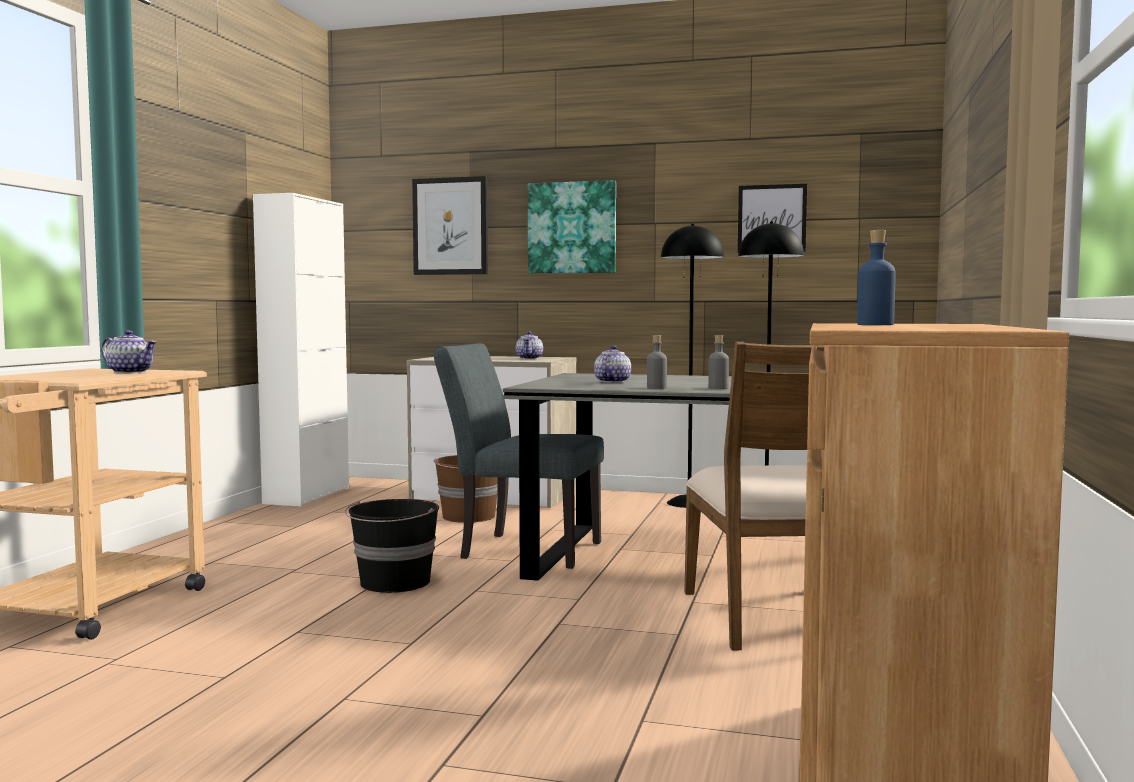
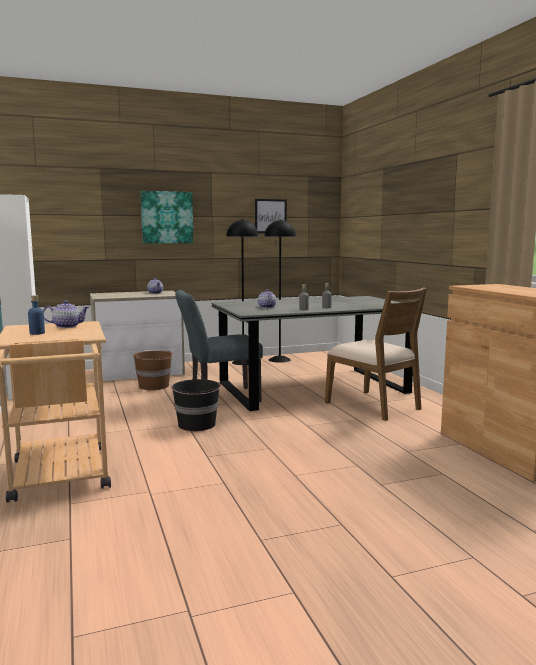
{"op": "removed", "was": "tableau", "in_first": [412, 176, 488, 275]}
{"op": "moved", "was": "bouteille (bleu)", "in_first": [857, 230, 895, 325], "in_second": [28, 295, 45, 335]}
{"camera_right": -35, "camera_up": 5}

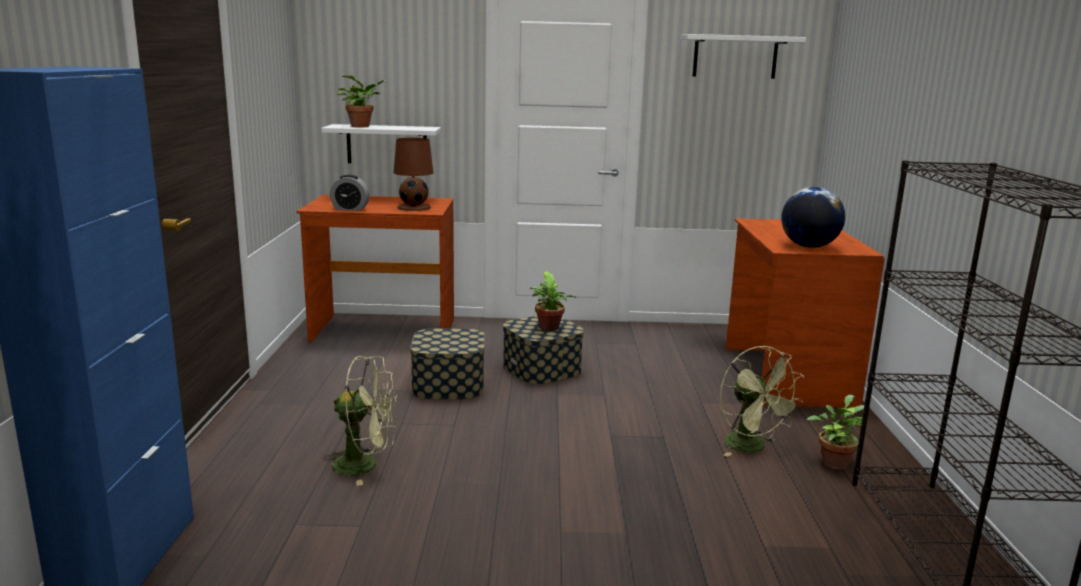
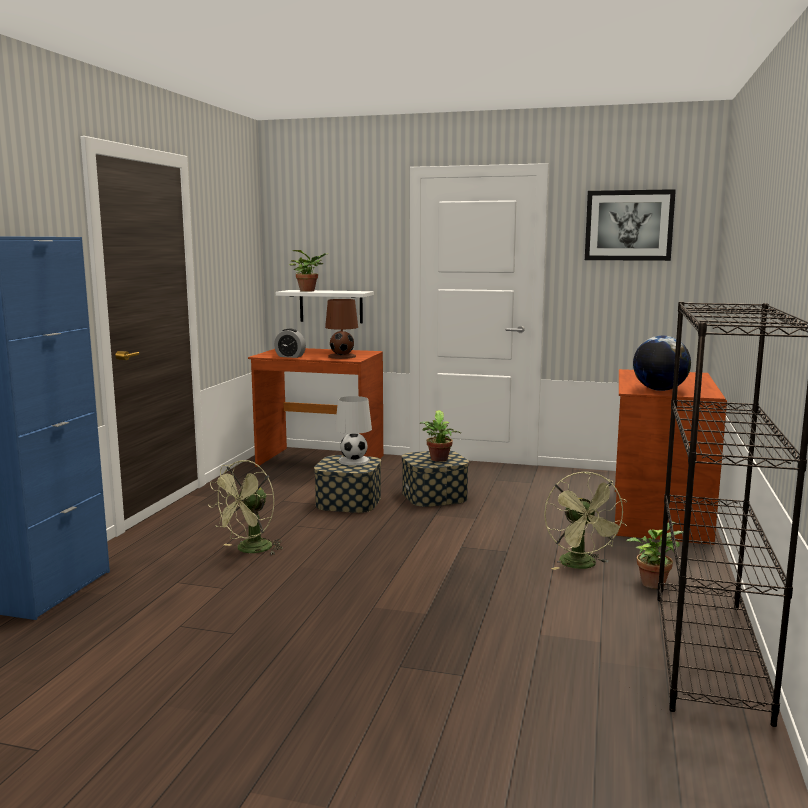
{"op": "added", "now": "lampe de table (blanc)", "in_second": [335, 396, 372, 465]}
{"op": "replaced", "was": "étagère (blanc)", "now": "tableau", "in_first": [681, 34, 806, 79], "in_second": [585, 189, 676, 261]}
{"op": "turned", "was": "ventilateur (vert)", "in_first": [324, 356, 398, 486], "in_second": [208, 460, 283, 555], "clockwise": 105}
{"camera_right": 15, "camera_up": -5}

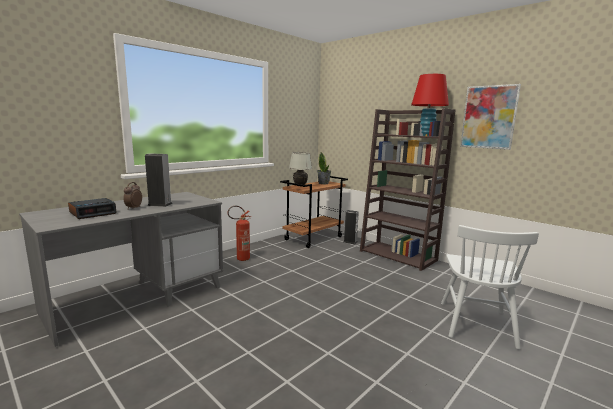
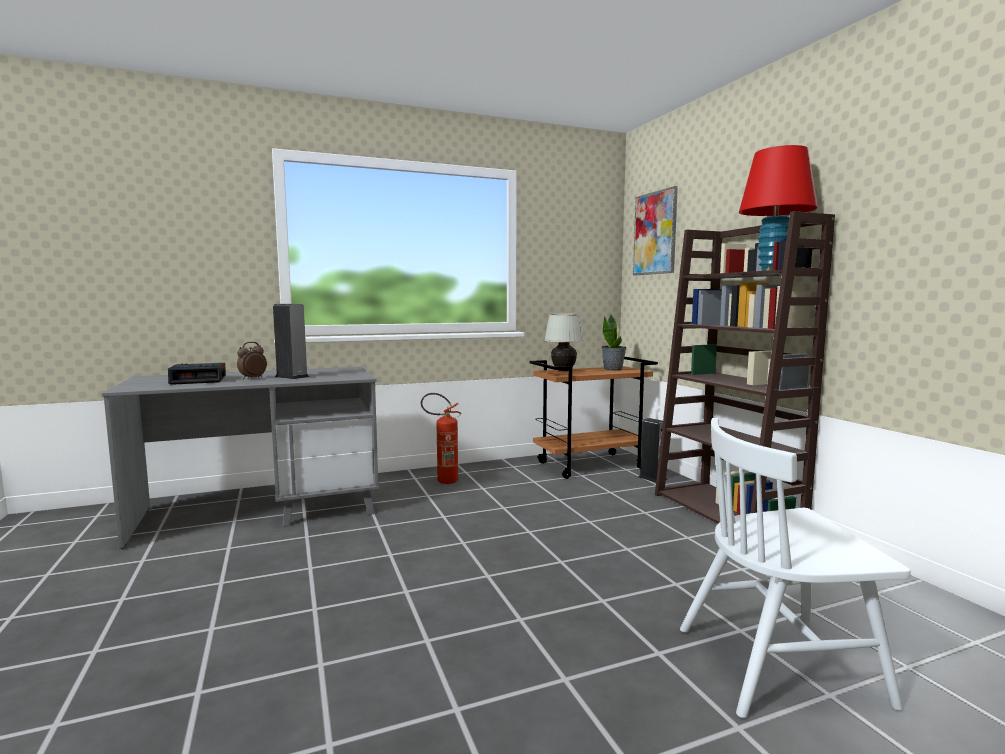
{"op": "moved", "was": "tableau", "in_first": [460, 84, 521, 150], "in_second": [633, 186, 678, 275]}
{"op": "turned", "was": "chaise (blanc)", "in_first": [441, 225, 539, 349], "in_second": [680, 418, 911, 718], "clockwise": 45}
{"camera_right": 25, "camera_up": -5}

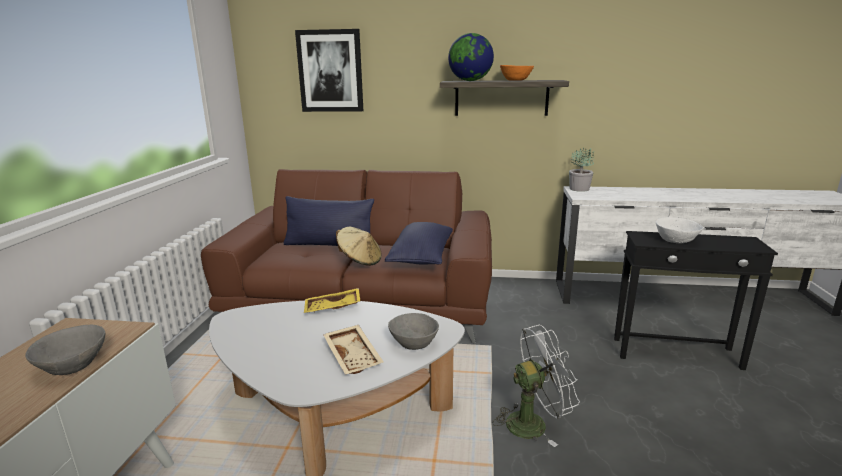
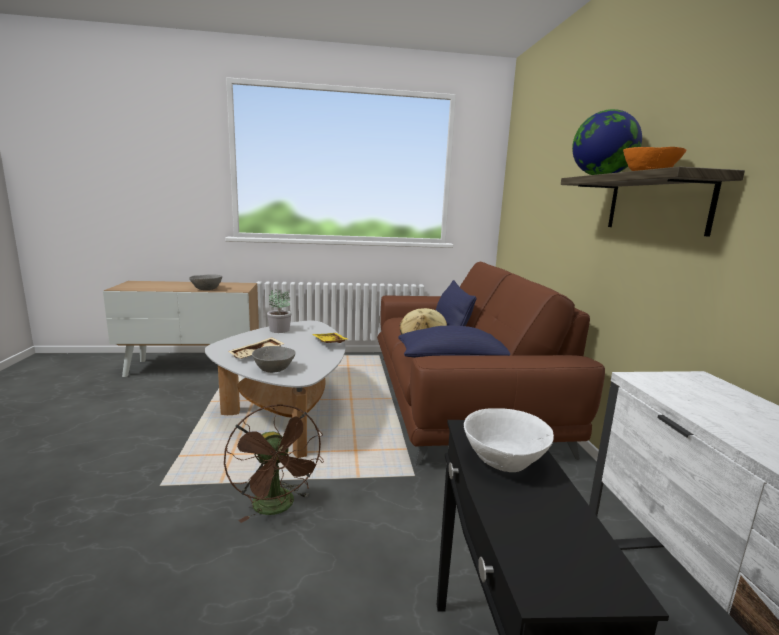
{"op": "removed", "was": "tableau", "in_first": [295, 29, 363, 112]}
{"op": "moved", "was": "plante en pot", "in_first": [569, 148, 595, 192], "in_second": [267, 289, 291, 333]}
{"op": "recoloured", "was": "ventilateur (blanc)", "now": "ventilateur (marron)", "in_first": [492, 325, 580, 447], "in_second": [224, 404, 324, 523]}
{"camera_right": 75, "camera_up": -5}

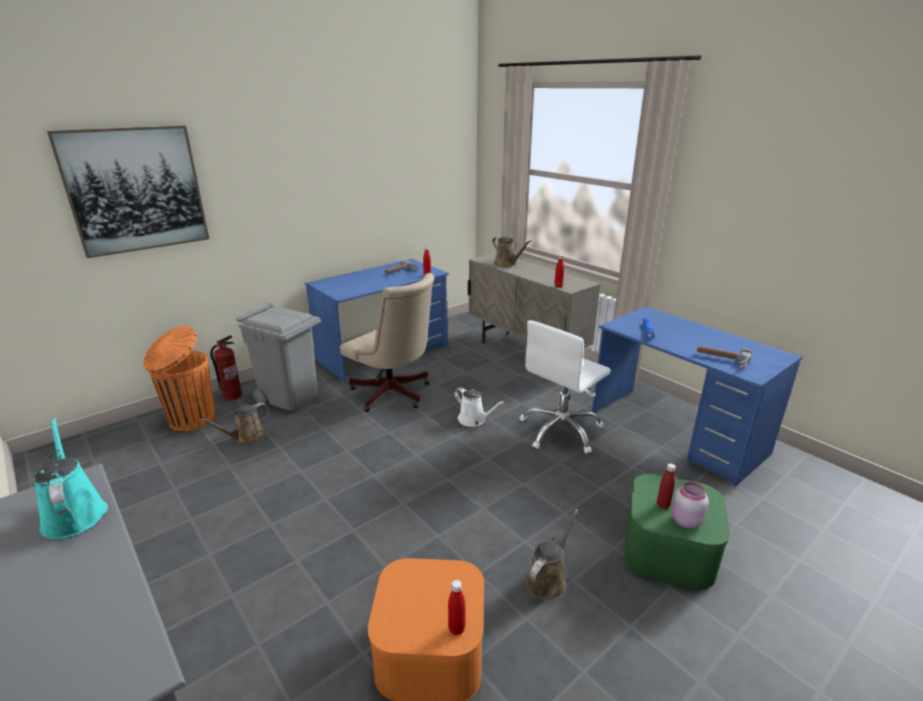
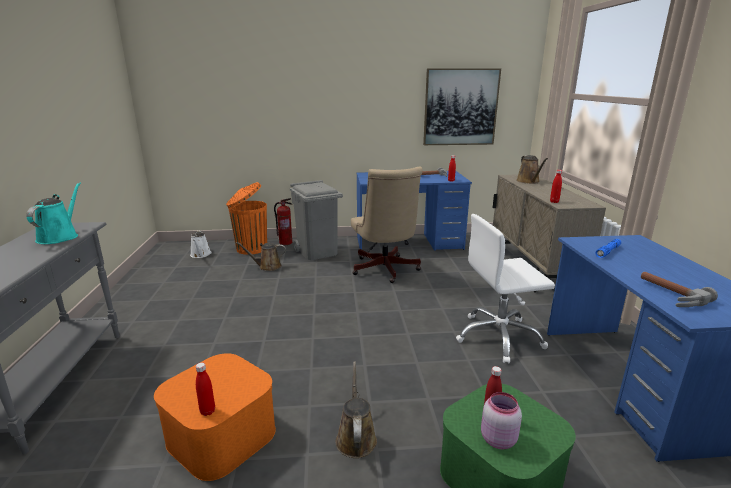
{"op": "moved", "was": "tableau", "in_first": [47, 126, 209, 258], "in_second": [423, 68, 501, 145]}
{"op": "moved", "was": "arrosoir (blanc)", "in_first": [454, 388, 505, 427], "in_second": [190, 230, 212, 258]}
{"op": "turned", "was": "arrosoir (marron)", "in_first": [524, 509, 578, 600], "in_second": [336, 361, 377, 458], "clockwise": -75}
{"camera_right": 35, "camera_up": -5}

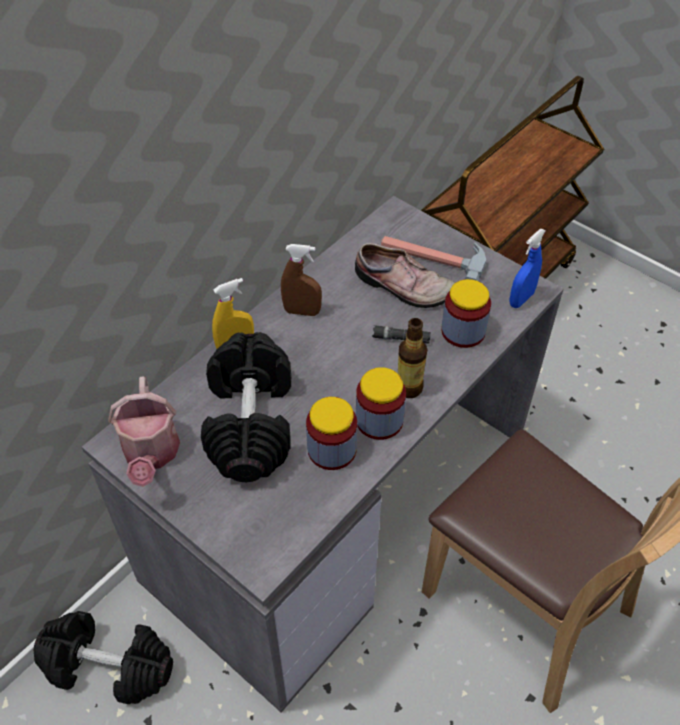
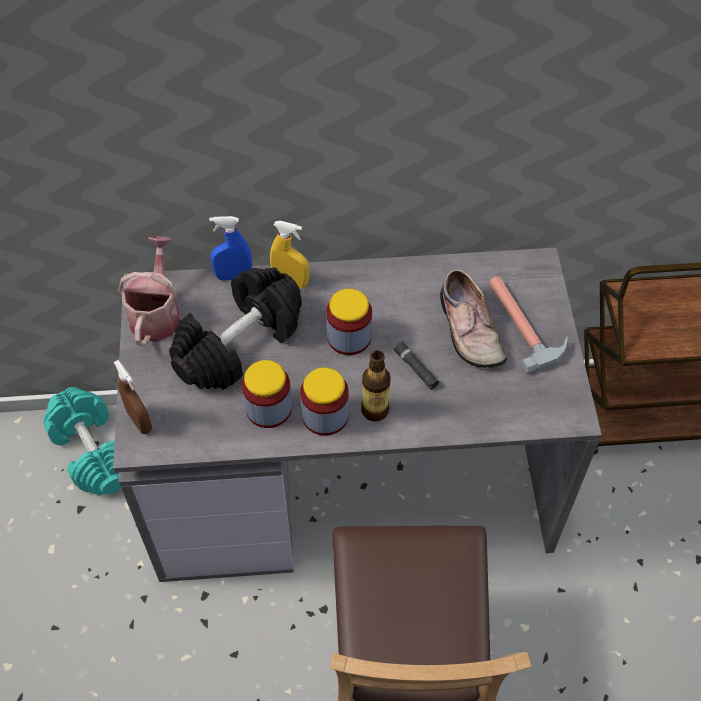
{"op": "moved", "was": "vaporisateur (marron)", "in_first": [281, 244, 322, 316], "in_second": [114, 360, 152, 434]}
{"op": "moved", "was": "bocal", "in_first": [441, 279, 491, 348], "in_second": [326, 289, 372, 355]}
{"op": "moved", "was": "vaporisateur (bleu)", "in_first": [509, 229, 545, 308], "in_second": [209, 216, 252, 281]}
{"op": "recoloured", "was": "haltère (noir)", "now": "haltère (turquoise)", "in_first": [34, 611, 173, 704], "in_second": [43, 387, 121, 495]}
{"op": "turned", "was": "arrosoir", "in_first": [109, 376, 180, 487], "in_second": [118, 236, 180, 347], "clockwise": 150}
{"camera_right": 45, "camera_up": 5}

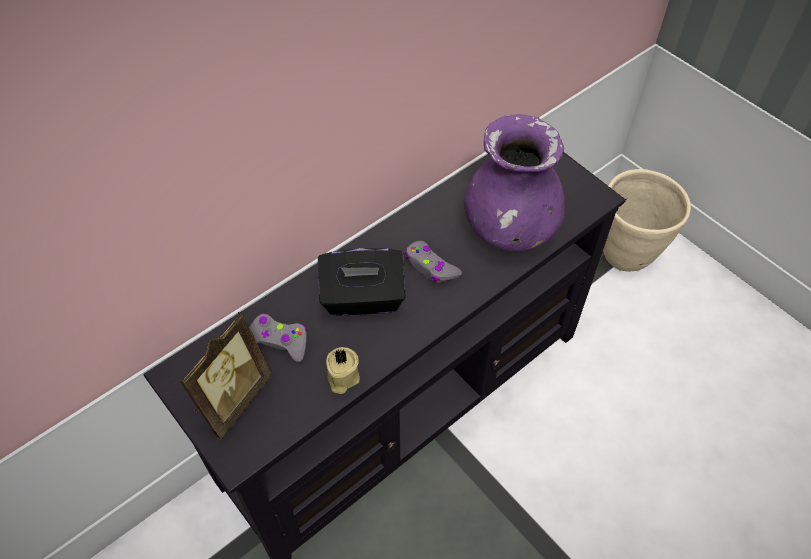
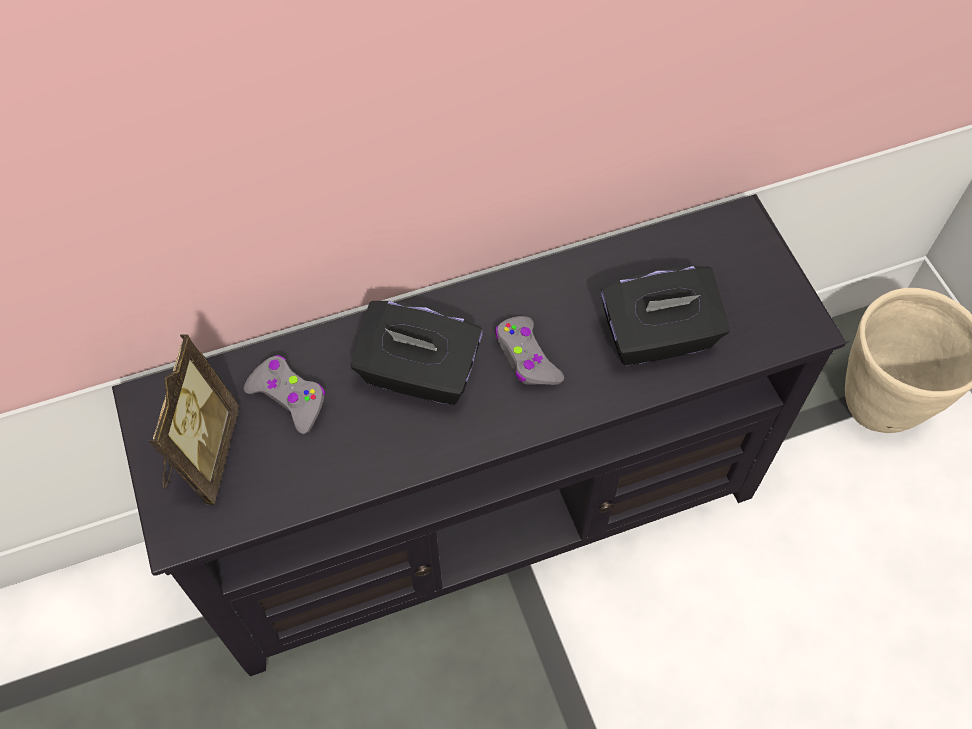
{"op": "removed", "was": "bougie (beige)", "in_first": [326, 347, 360, 394]}
{"op": "replaced", "was": "vase (violet)", "now": "boîte à mouchoirs (noir)", "in_first": [464, 114, 565, 252], "in_second": [601, 266, 730, 366]}
{"op": "turned", "was": "cadre photo", "in_first": [179, 312, 272, 439], "in_second": [149, 334, 239, 505], "clockwise": -45}
{"camera_right": 20, "camera_up": 5}

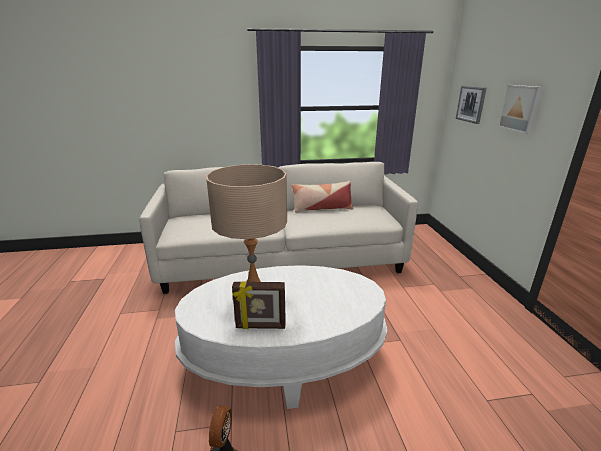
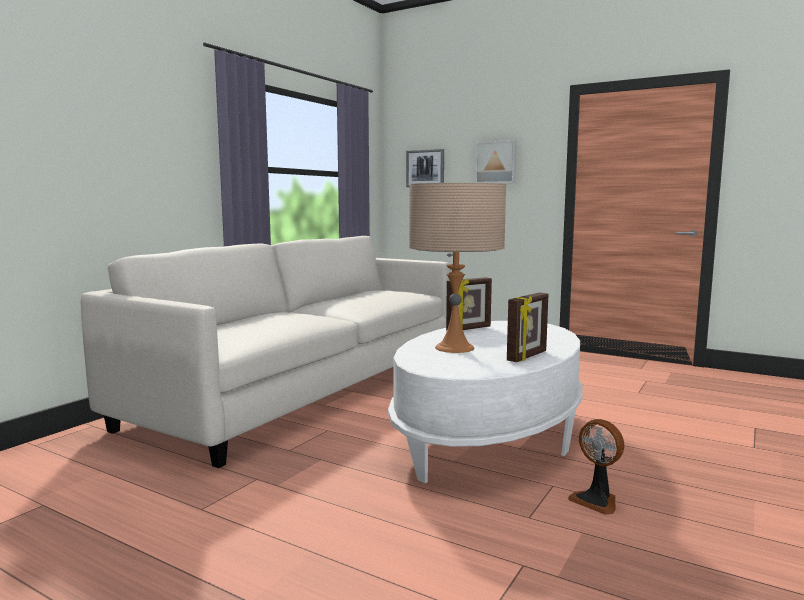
{"op": "removed", "was": "coussin", "in_first": [292, 181, 354, 213]}
{"op": "added", "now": "cadre photo", "in_second": [446, 277, 492, 330]}
{"camera_right": -50, "camera_up": -15}

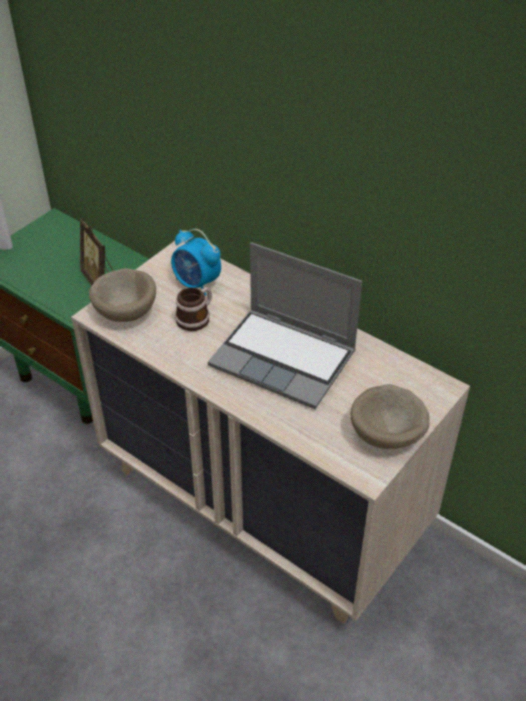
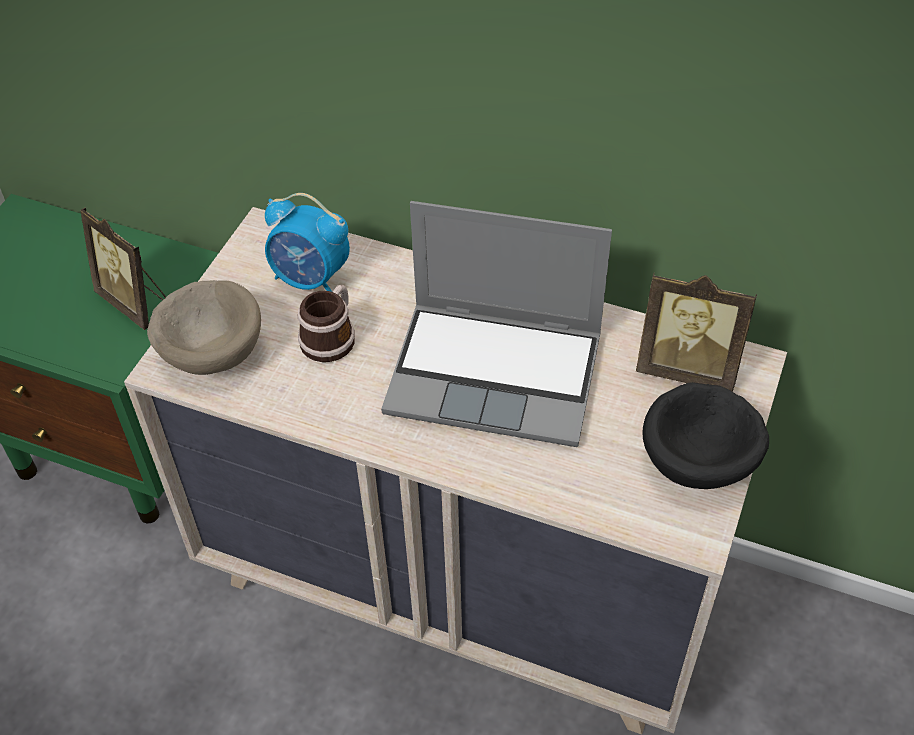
{"op": "added", "now": "cadre photo", "in_second": [636, 274, 757, 392]}
{"op": "recoloured", "was": "bol (beige)", "now": "bol (noir)", "in_first": [351, 384, 429, 449], "in_second": [643, 382, 769, 489]}
{"camera_right": -15, "camera_up": 5}

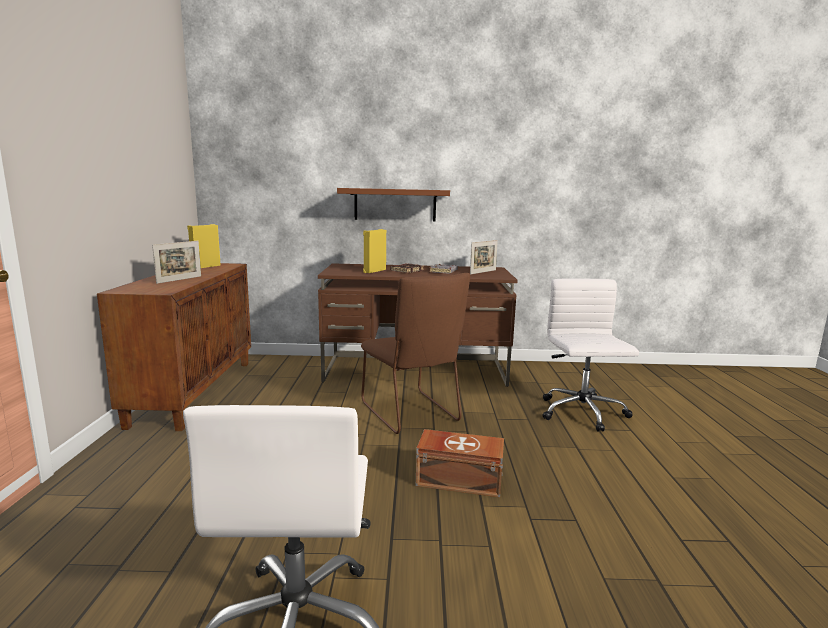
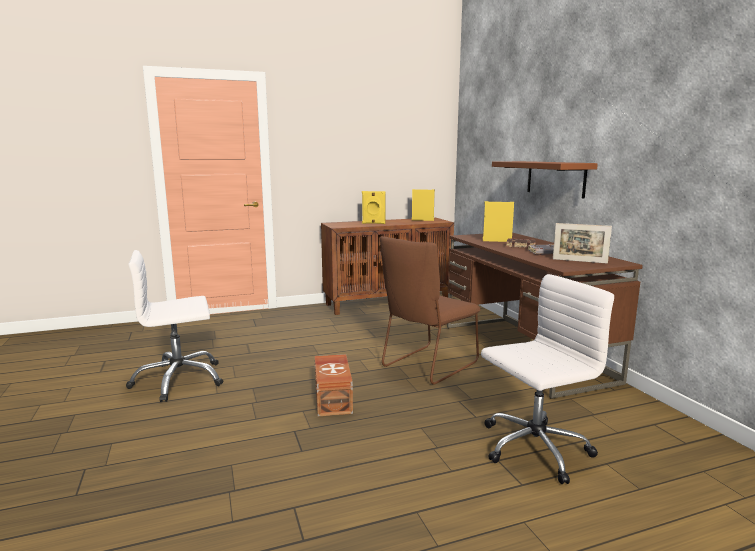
{"op": "replaced", "was": "cadre photo", "now": "enceinte (jaune)", "in_first": [152, 241, 201, 284], "in_second": [362, 191, 386, 224]}
{"camera_right": 70, "camera_up": 0}

